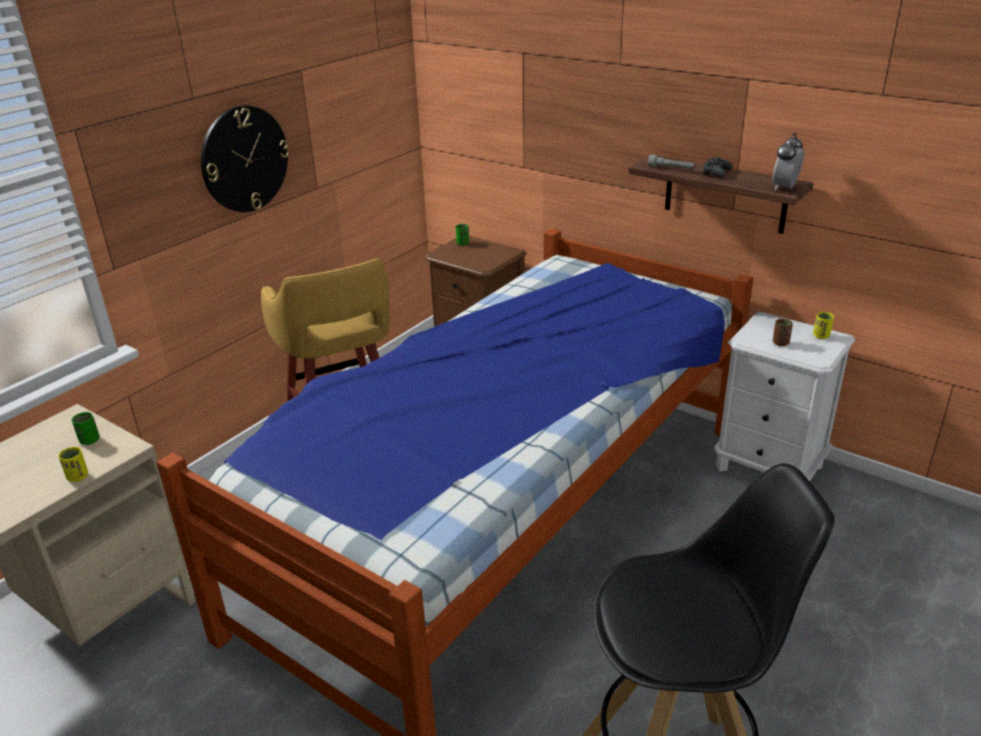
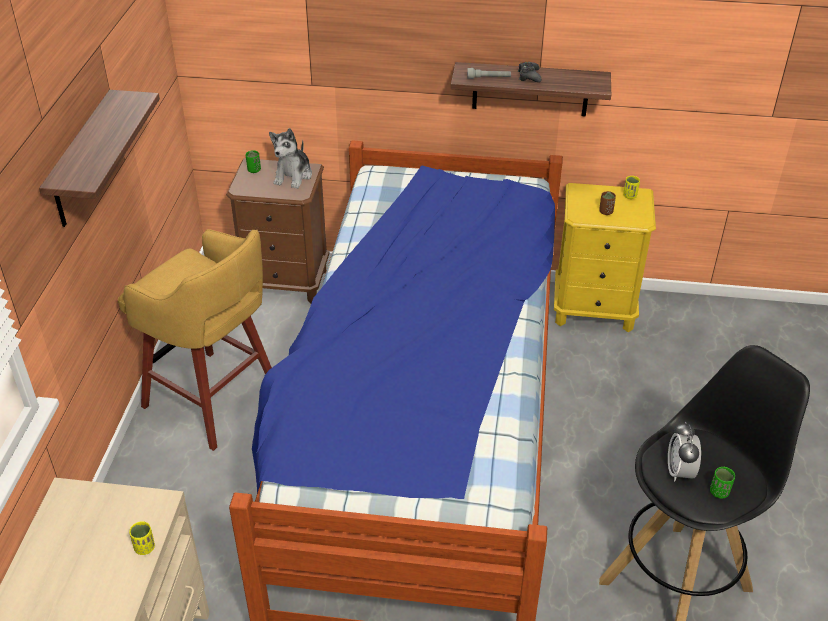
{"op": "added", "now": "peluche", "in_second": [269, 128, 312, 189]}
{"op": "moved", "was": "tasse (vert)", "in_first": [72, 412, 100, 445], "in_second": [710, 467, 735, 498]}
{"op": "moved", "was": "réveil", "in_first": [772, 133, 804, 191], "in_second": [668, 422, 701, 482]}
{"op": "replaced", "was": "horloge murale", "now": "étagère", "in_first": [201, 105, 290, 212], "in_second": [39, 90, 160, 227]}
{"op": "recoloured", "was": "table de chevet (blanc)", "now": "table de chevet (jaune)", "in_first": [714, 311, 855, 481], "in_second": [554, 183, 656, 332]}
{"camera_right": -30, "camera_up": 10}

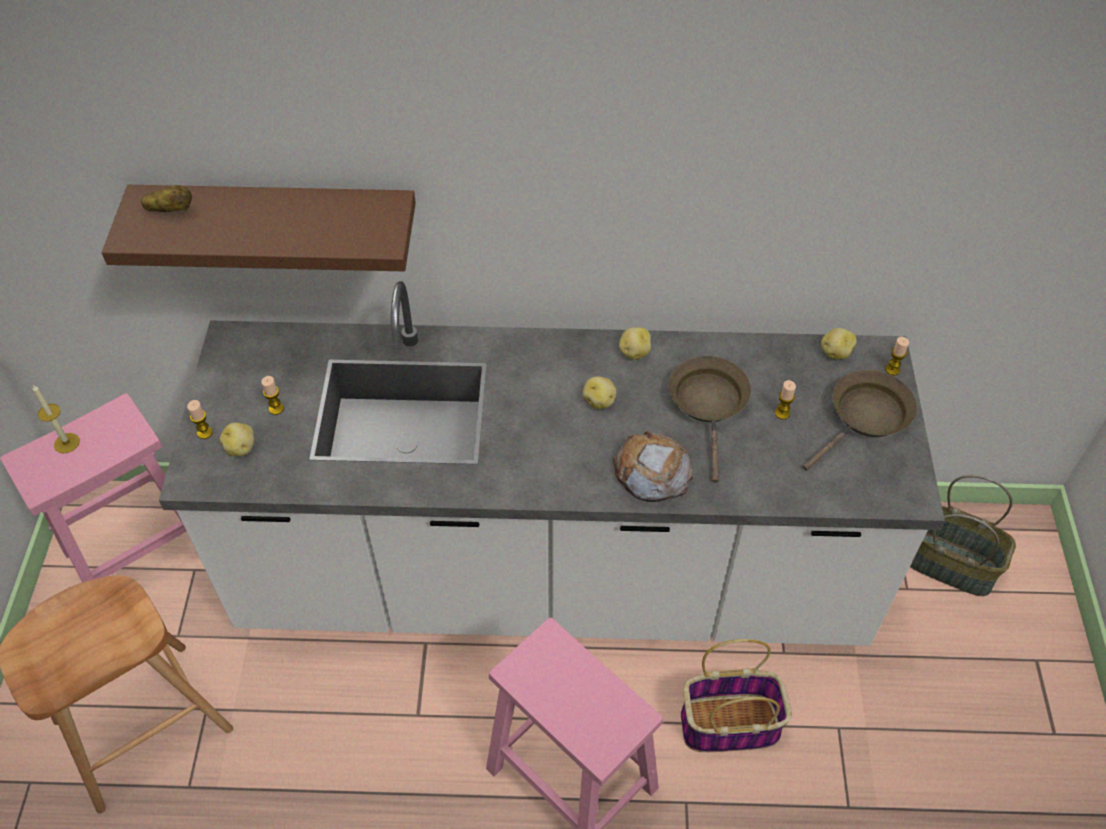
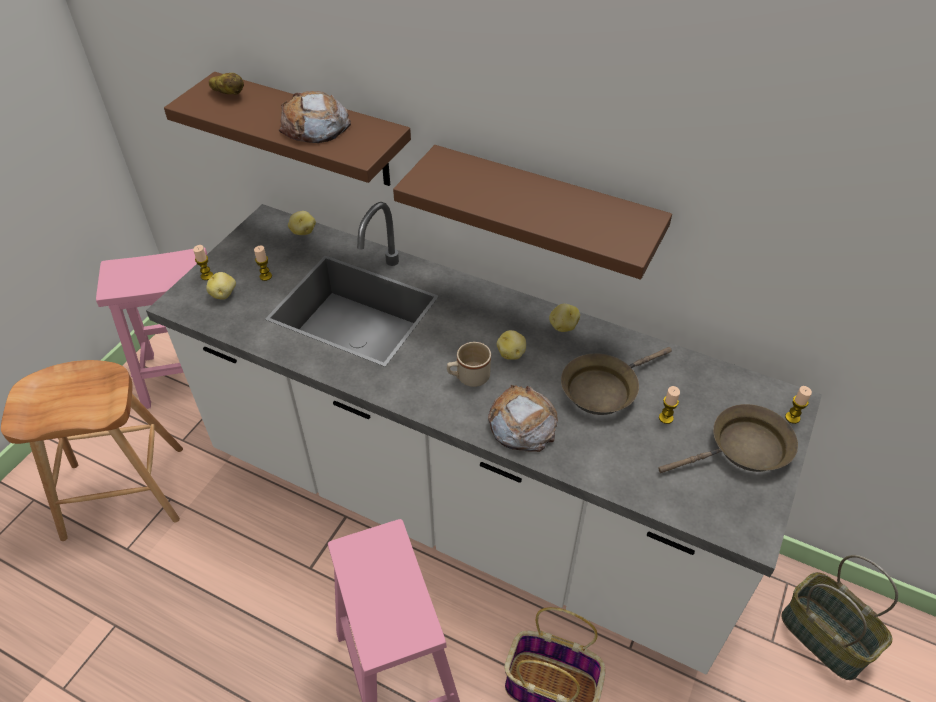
{"op": "removed", "was": "bougie", "in_first": [33, 385, 80, 453]}
{"op": "added", "now": "pain", "in_second": [279, 91, 351, 143]}
{"op": "added", "now": "étagère (marron)", "in_second": [393, 145, 672, 280]}
{"op": "added", "now": "mug (beige)", "in_second": [447, 342, 491, 387]}
{"op": "moved", "was": "pomme de terre", "in_first": [821, 328, 857, 359], "in_second": [288, 211, 316, 235]}
{"op": "turned", "was": "poêle (marron)", "in_first": [669, 356, 751, 482], "in_second": [561, 347, 672, 415], "clockwise": -150}
{"camera_right": 25, "camera_up": -5}

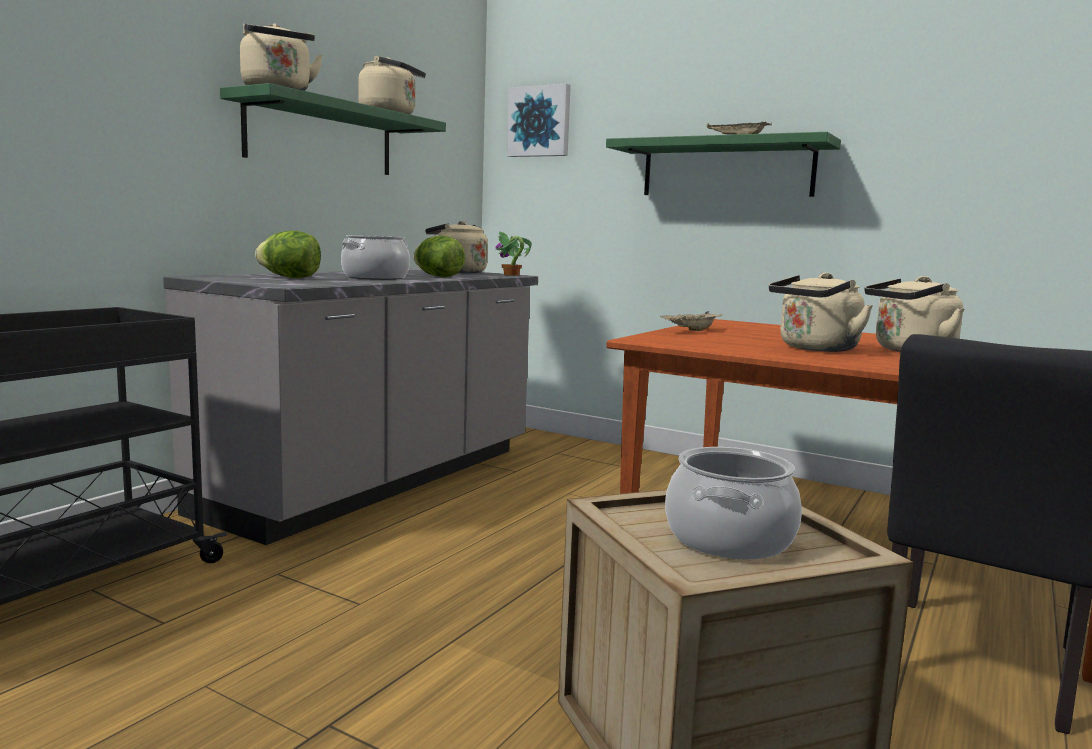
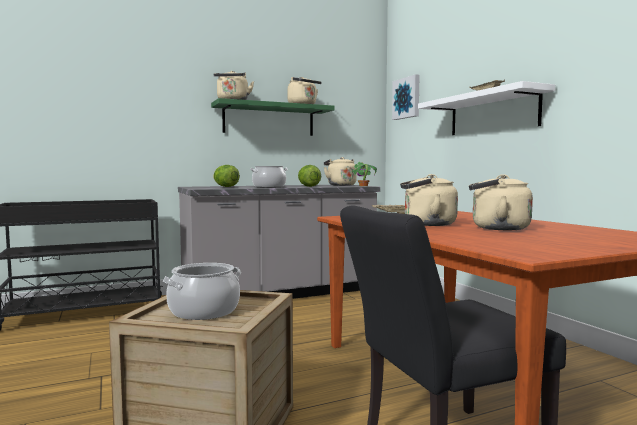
{"op": "recoloured", "was": "étagère (vert)", "now": "étagère (blanc)", "in_first": [606, 132, 841, 197], "in_second": [418, 81, 555, 135]}
{"camera_right": 35, "camera_up": -5}

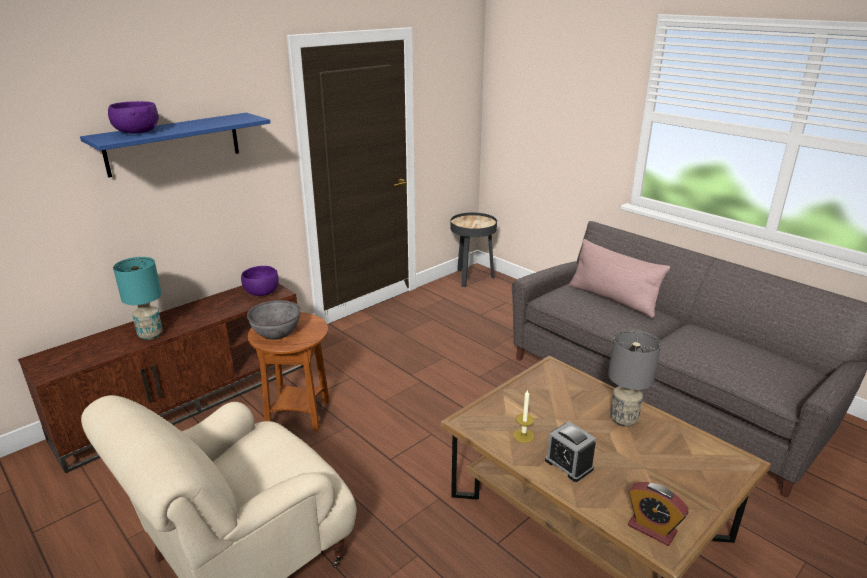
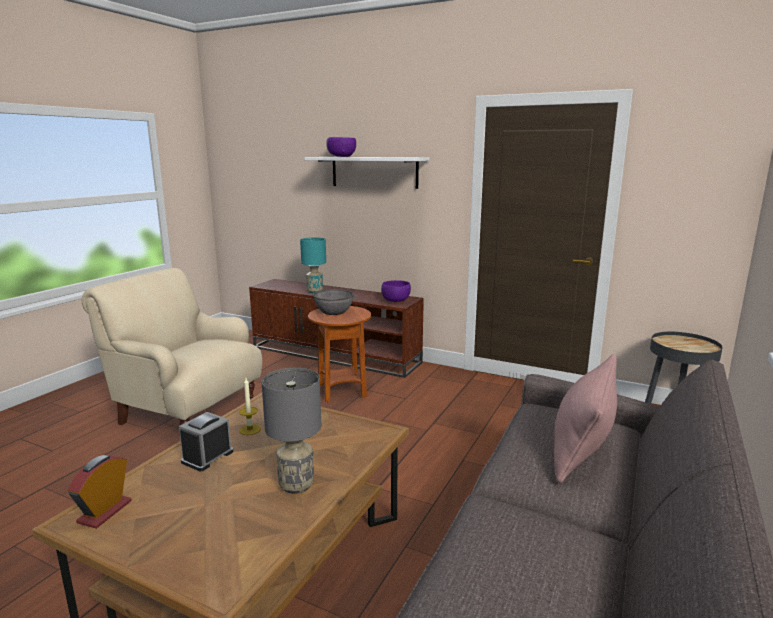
{"op": "recoloured", "was": "étagère (bleu)", "now": "étagère (blanc)", "in_first": [80, 113, 270, 178], "in_second": [305, 157, 429, 189]}
{"camera_right": 70, "camera_up": -10}

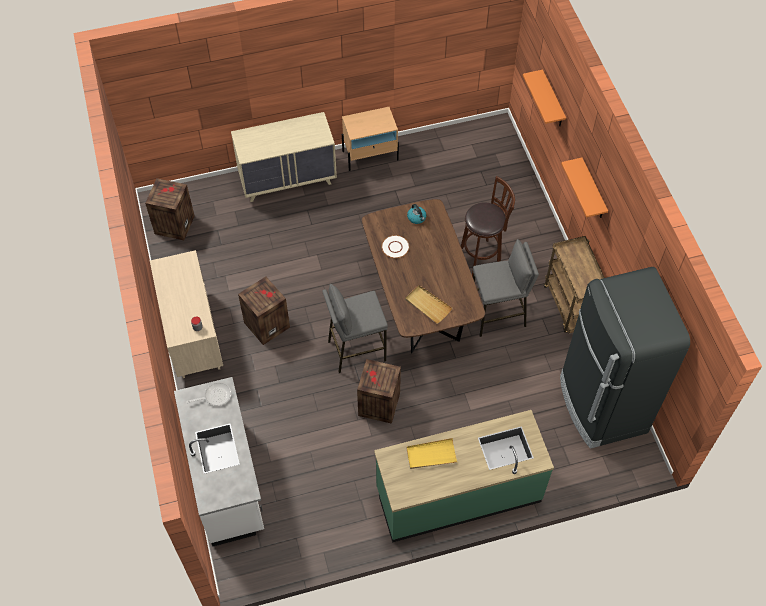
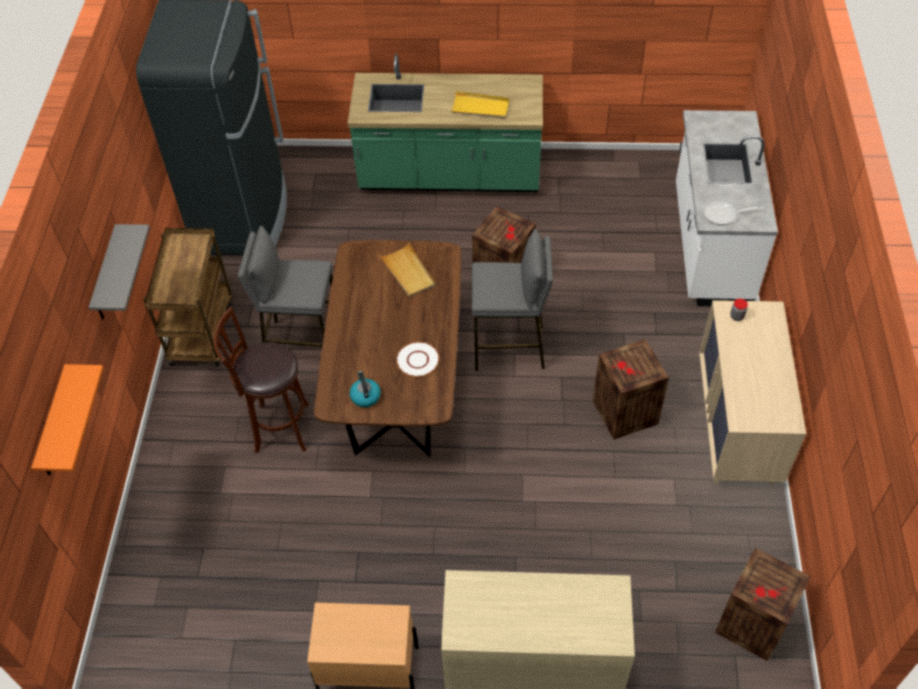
{"op": "recoloured", "was": "étagère (orange)", "now": "étagère (gris)", "in_first": [561, 158, 608, 218], "in_second": [89, 224, 150, 319]}
{"camera_right": -160, "camera_up": -5}

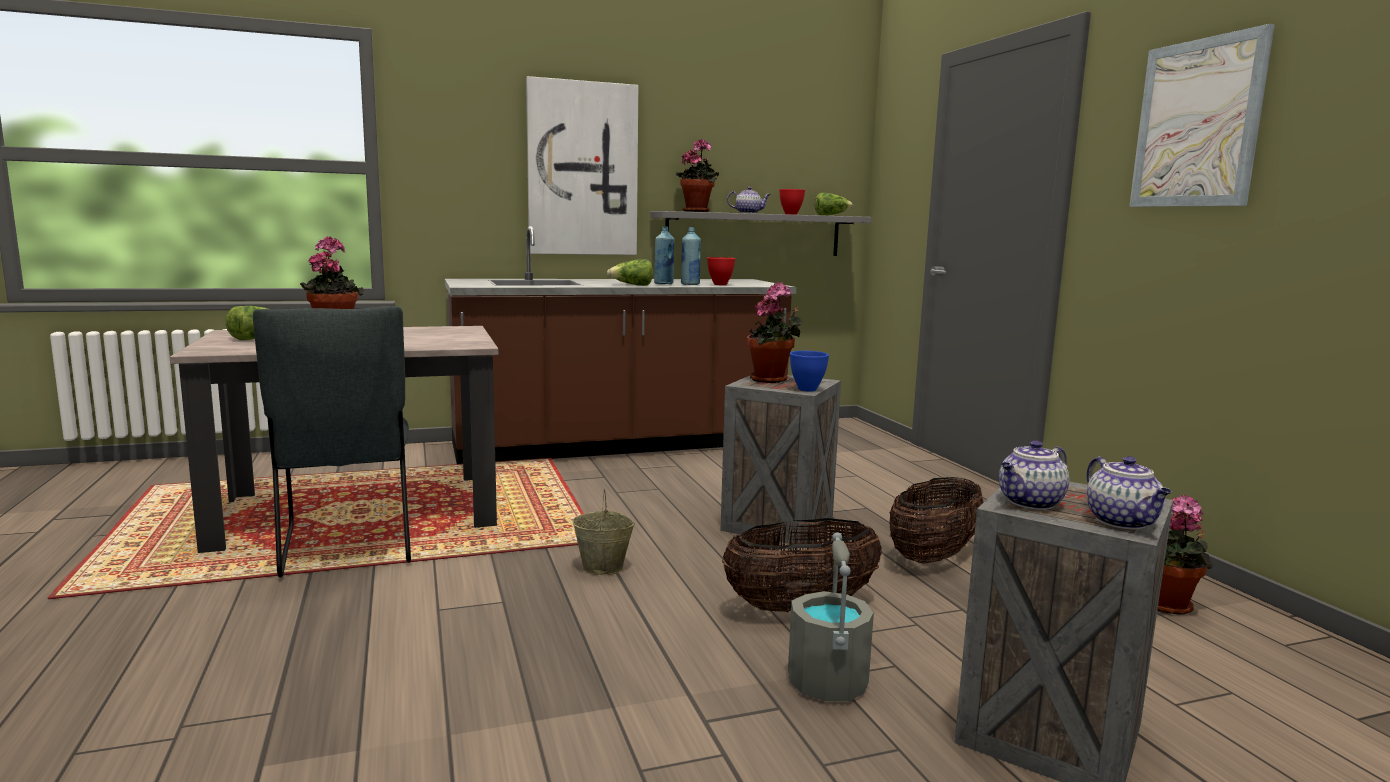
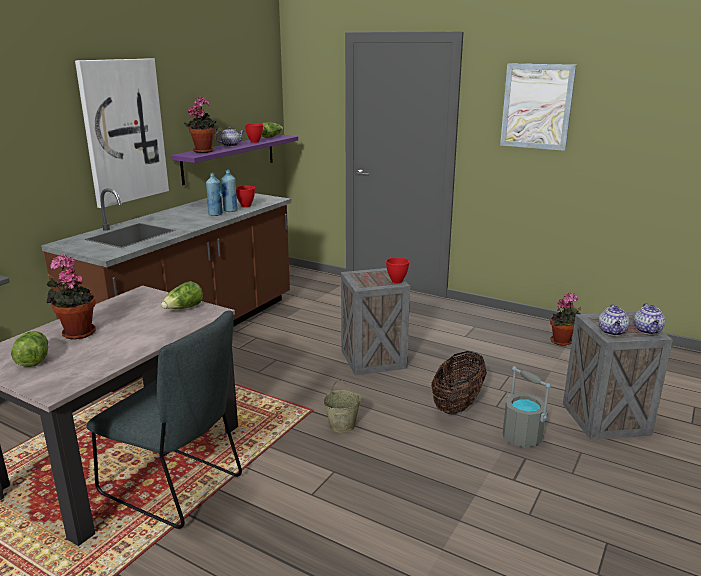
{"op": "removed", "was": "plante en pot", "in_first": [747, 282, 803, 383]}
{"op": "removed", "was": "panier", "in_first": [889, 477, 984, 564]}
{"op": "moved", "was": "laitue", "in_first": [607, 259, 653, 286], "in_second": [161, 281, 203, 309]}
{"op": "recoloured", "was": "étagère (gris)", "now": "étagère (violet)", "in_first": [650, 211, 871, 256], "in_second": [170, 135, 298, 185]}
{"op": "recoloured", "was": "bol (bleu)", "now": "bol (rouge)", "in_first": [790, 351, 829, 392], "in_second": [386, 257, 409, 283]}
{"op": "turned", "was": "théière", "in_first": [1087, 456, 1172, 529], "in_second": [634, 303, 665, 334], "clockwise": 60}
{"camera_right": -40, "camera_up": 10}

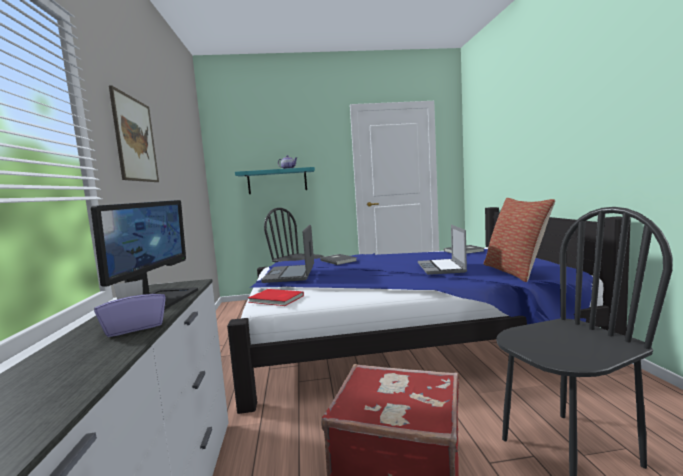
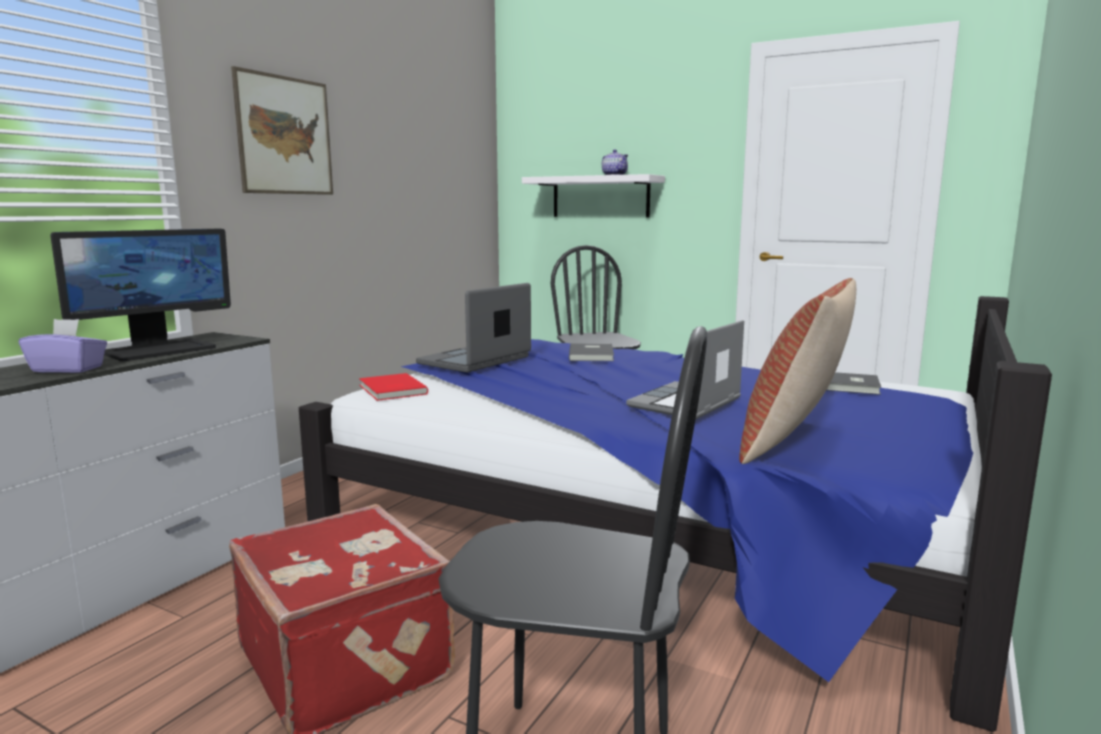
{"op": "recoloured", "was": "étagère (turquoise)", "now": "étagère (blanc)", "in_first": [235, 167, 315, 194], "in_second": [522, 174, 665, 217]}
{"camera_right": 35, "camera_up": 5}

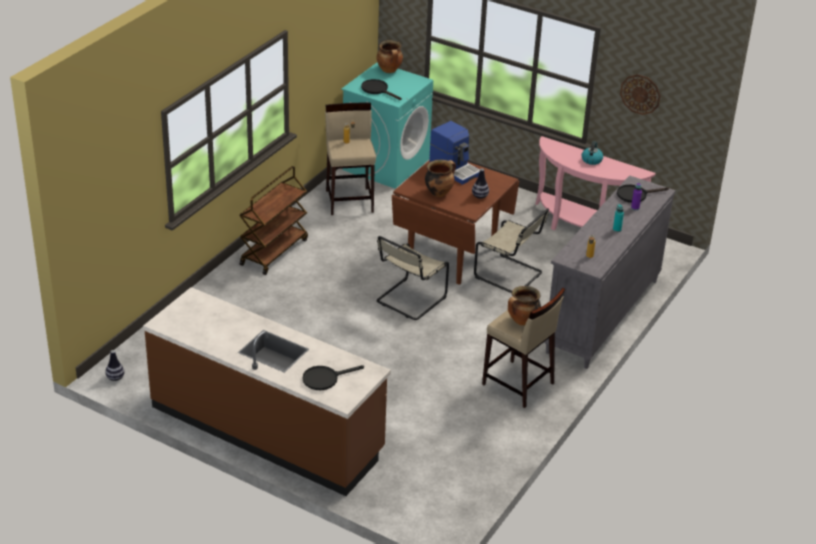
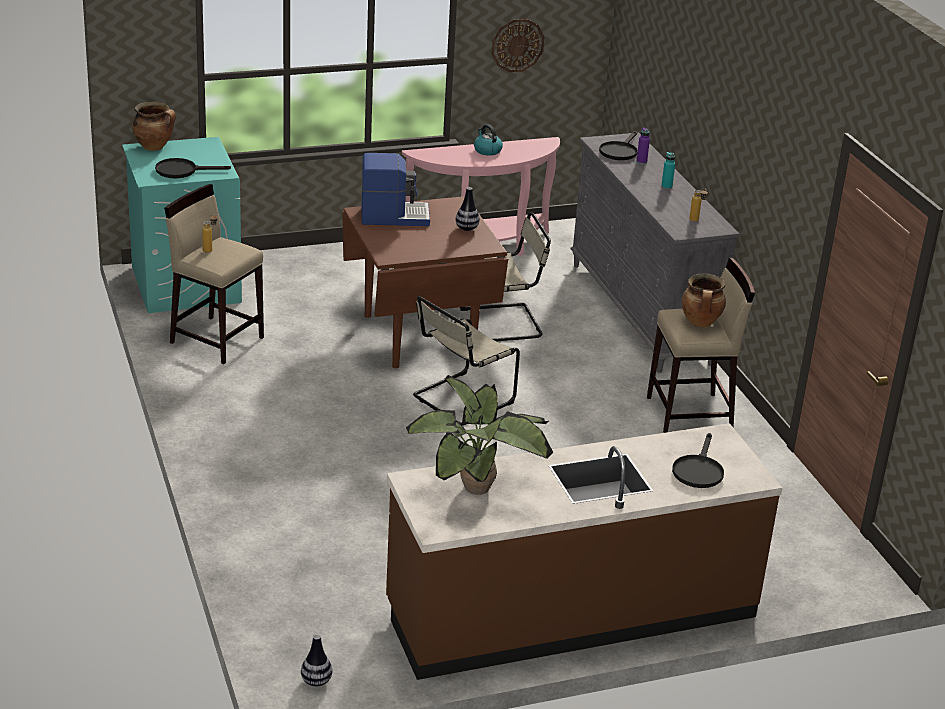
{"op": "removed", "was": "chariot (marron)", "in_first": [239, 166, 308, 275]}
{"op": "removed", "was": "marmite", "in_first": [425, 160, 456, 197]}
{"op": "added", "now": "plante en pot", "in_second": [406, 375, 553, 495]}
{"op": "turned", "was": "chaise (beige)", "in_first": [377, 236, 449, 320], "in_second": [413, 296, 520, 425], "clockwise": 60}
{"camera_right": -50, "camera_up": -5}

